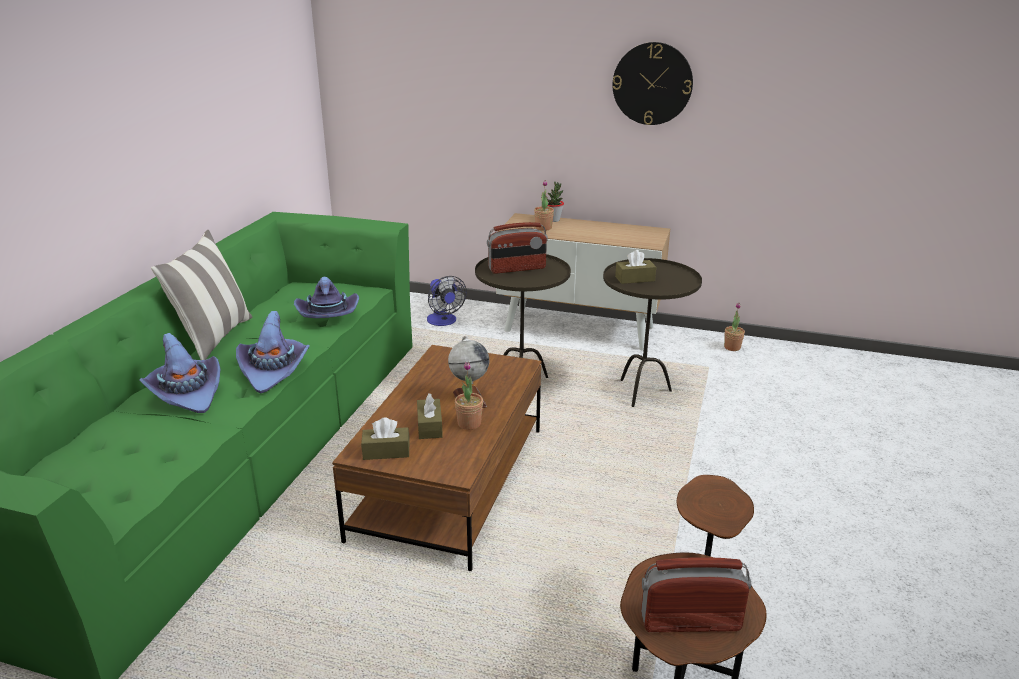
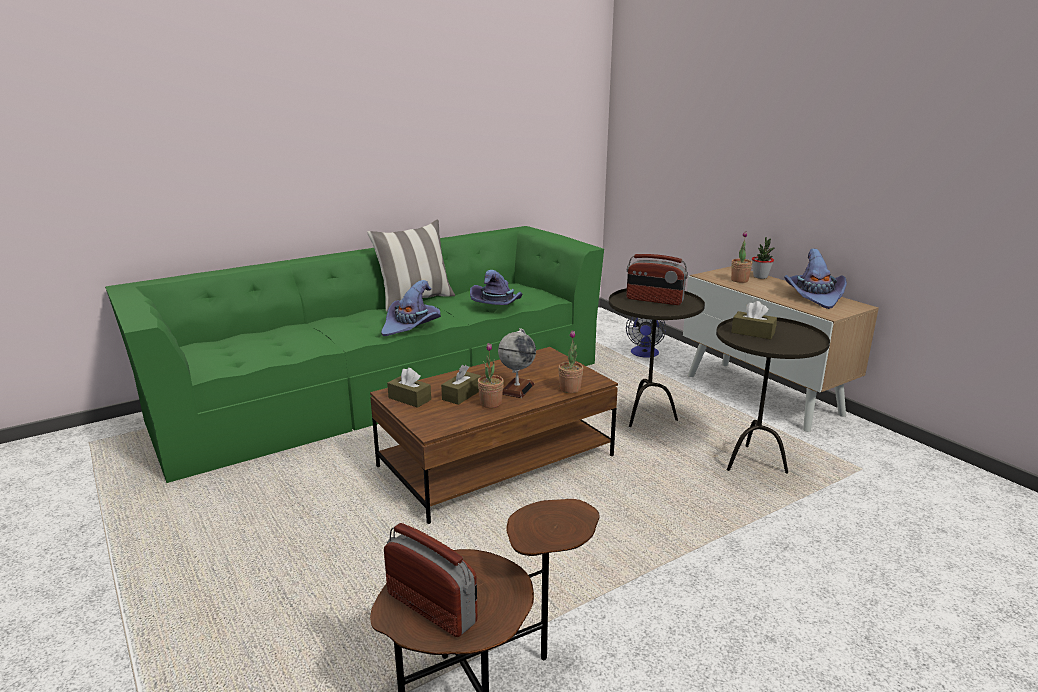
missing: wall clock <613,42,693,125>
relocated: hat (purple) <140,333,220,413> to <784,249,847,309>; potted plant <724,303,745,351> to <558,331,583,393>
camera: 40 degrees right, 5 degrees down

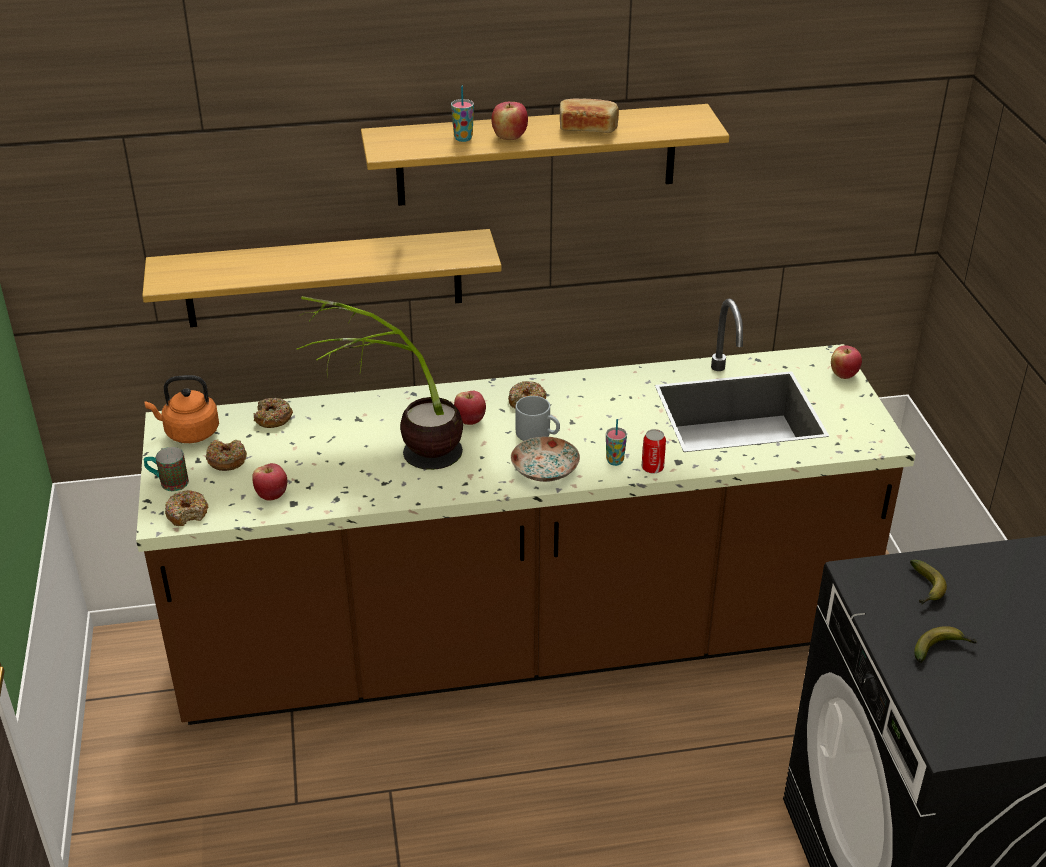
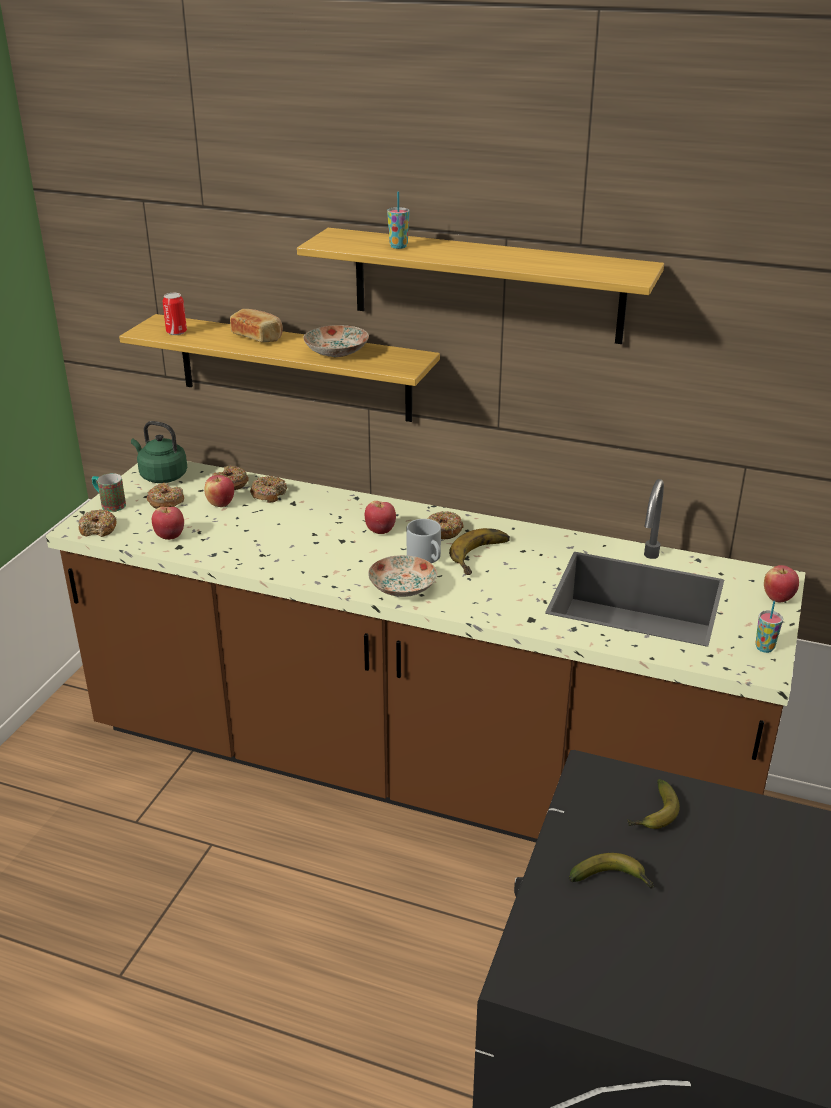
missing: potted plant <297,296,463,470>
appeared: donut <250,476,287,503>; plate <303,325,369,357>; banana <449,528,510,575>
relocated: apple <491,102,528,140> to <204,475,234,507>; bread <560,99,619,133> to <230,309,283,342>; cup <606,419,627,466> to <755,601,783,653>; can <642,429,666,474> to <163,293,187,335>
colour: kettle (orange) <145,375,219,443> to kettle (green) <131,421,187,483>
camera: 30 degrees right, 5 degrees down

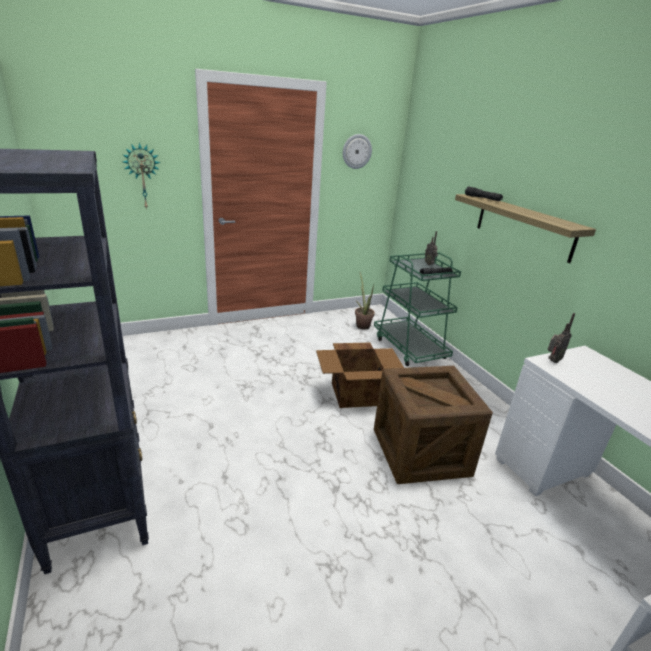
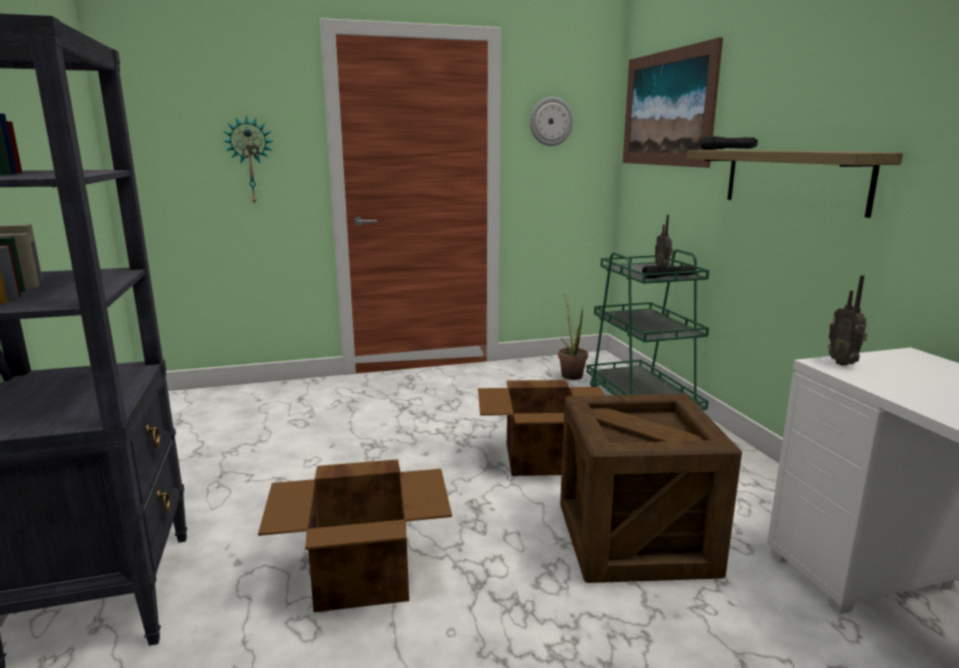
appeared: cardboard box <258,459,452,612>; picture <623,37,723,168>
spun: radio <548,313,575,363> = <828,275,867,366> 105 degrees clockwise
camera: 10 degrees right, 10 degrees down

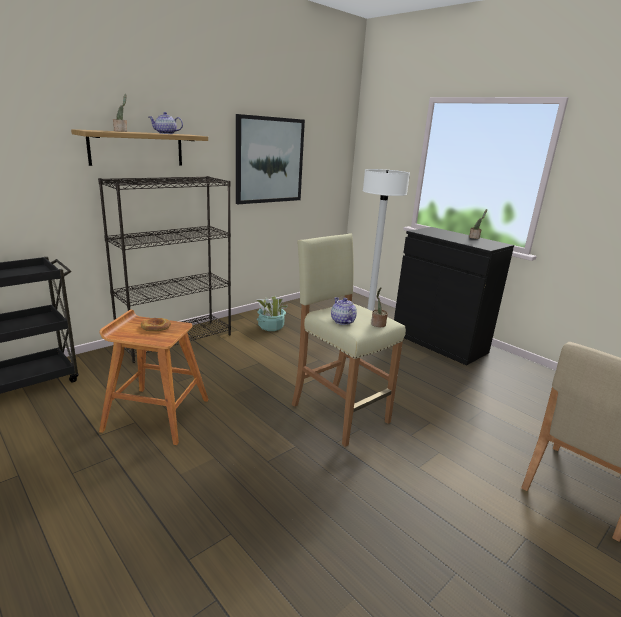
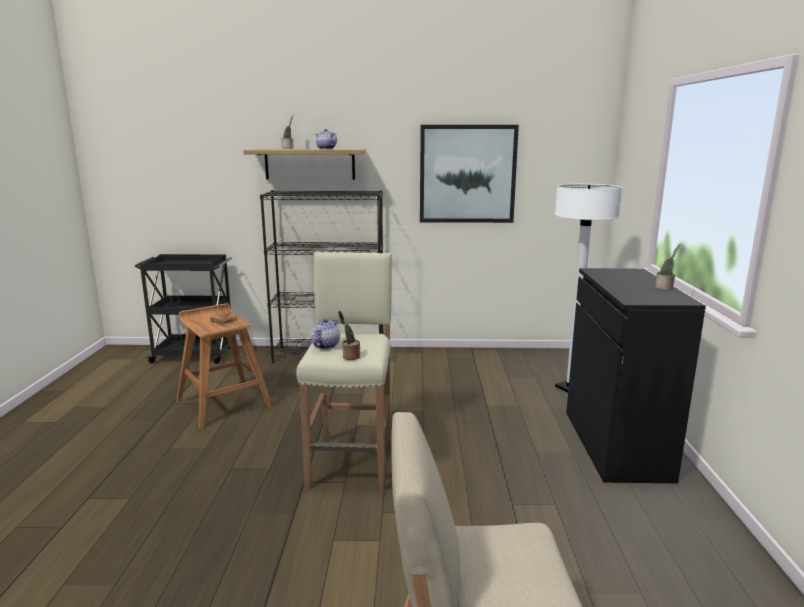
missing: potted plant <257,296,288,331>
camera: 45 degrees right, 5 degrees down

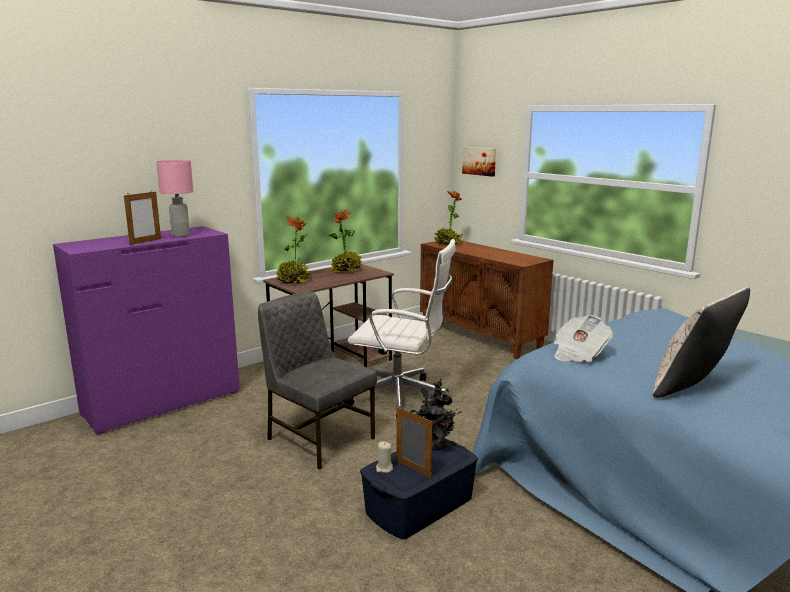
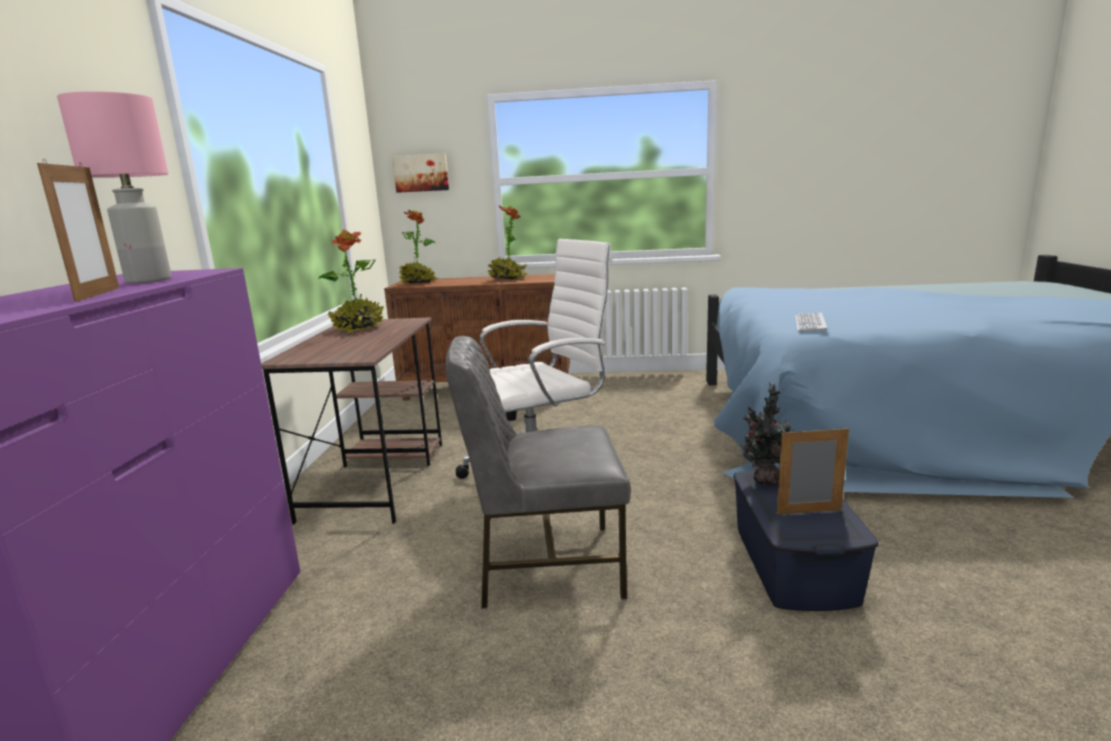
missing: candle (beige) <376,442,393,473>; pillow (beige) <653,287,750,398>
relocated: potted plant <275,216,310,284> to <487,206,527,279>
exchanged: newspaper <554,315,613,362> to keyboard <795,312,827,332>
camera: 45 degrees left, 0 degrees up

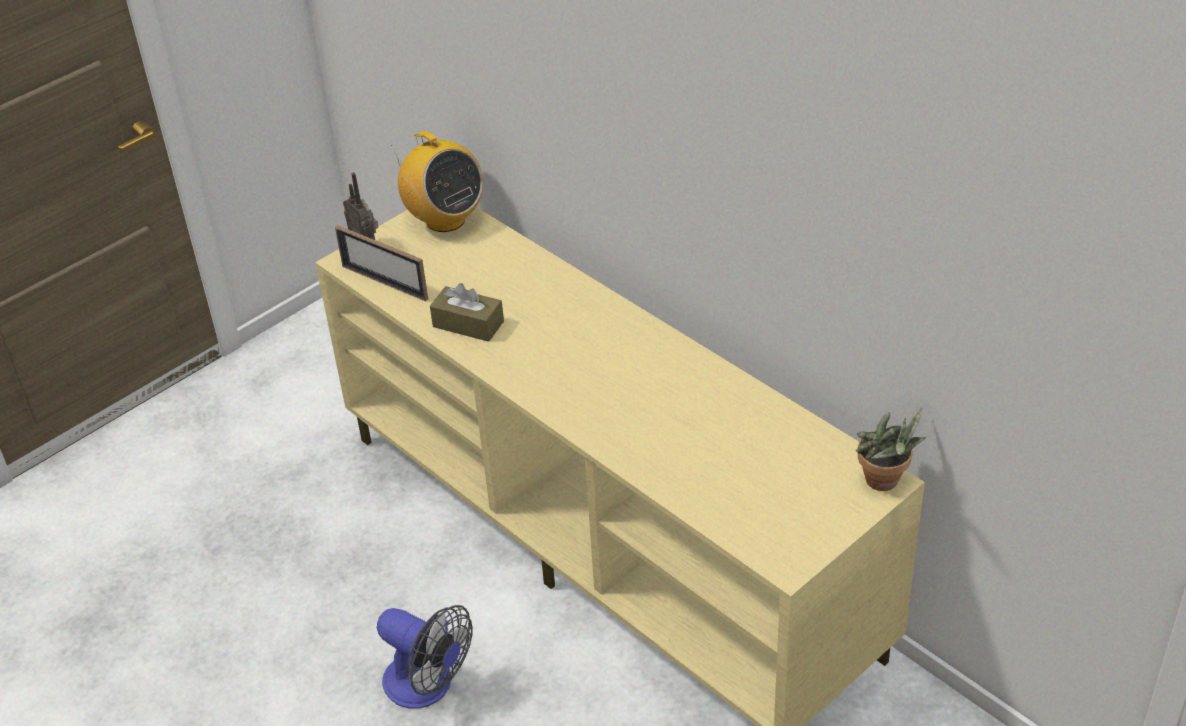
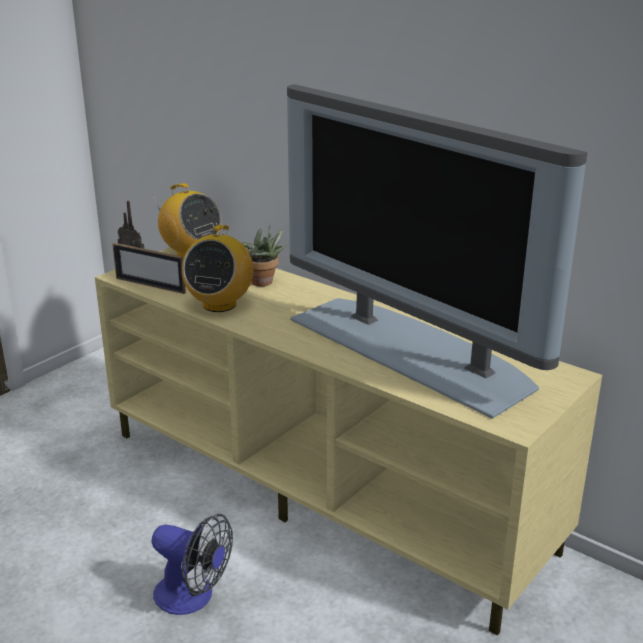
appeared: television <287,84,587,419>
relocated: potted plant <856,408,926,491> to <242,225,286,286>
exchanged: tissue box (brown) <430,283,504,342> to radio <182,225,253,312>
camera: 10 degrees left, 15 degrees down

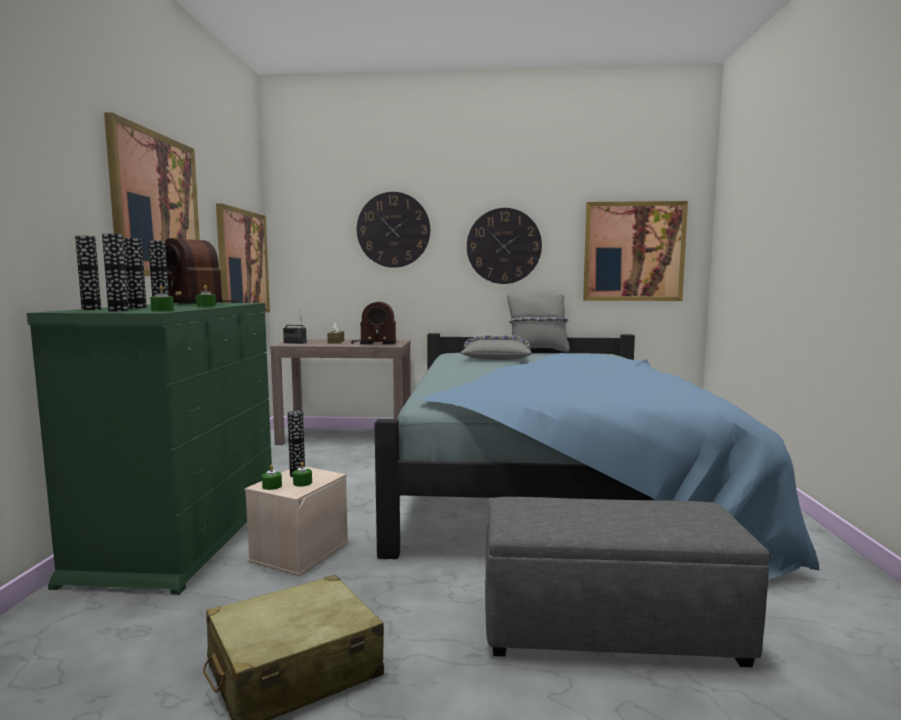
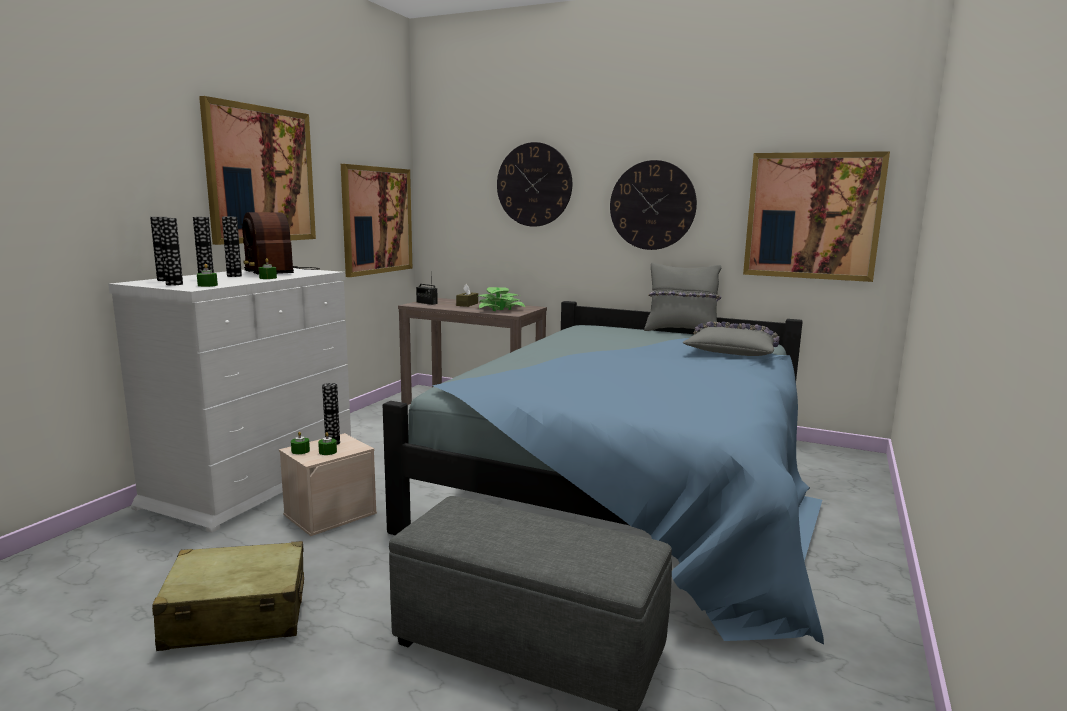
relocated: pillow (grey) <460,335,532,360> to <683,322,780,356>
exchanged: radio <351,302,396,344> to potted plant <479,287,525,311>
colour: dresser (green) <27,303,272,595> to dresser (white) <108,268,351,533>
camera: 20 degrees right, 5 degrees up

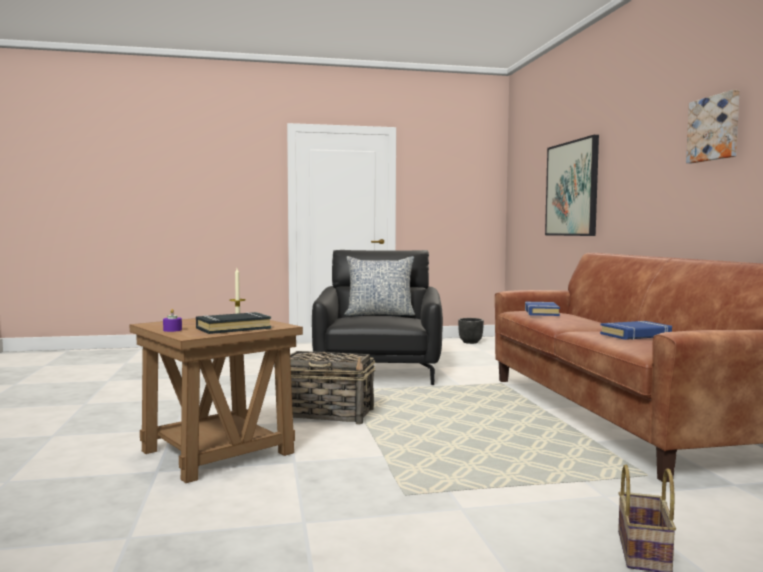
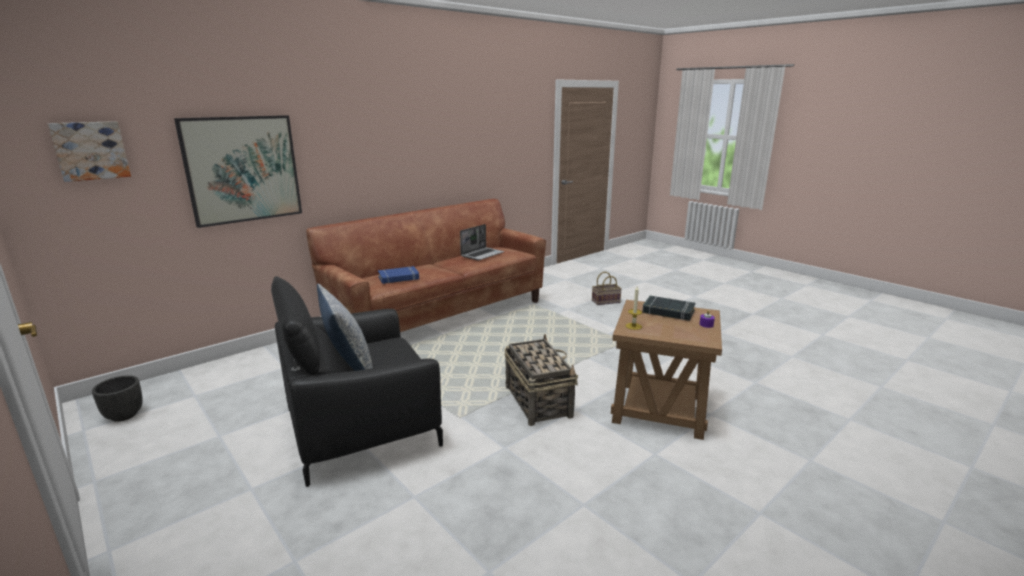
relocated: picture <686,90,740,163> to <48,121,131,182>
exchanged: book (blue) <600,321,672,340> to laptop <460,224,504,261>
camera: 120 degrees left, 15 degrees up

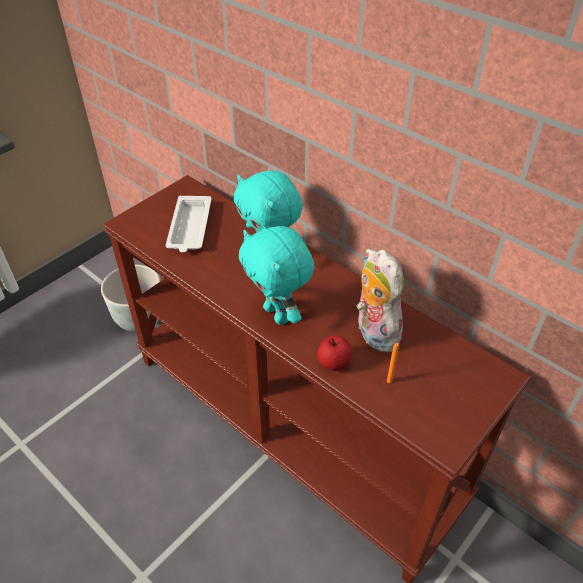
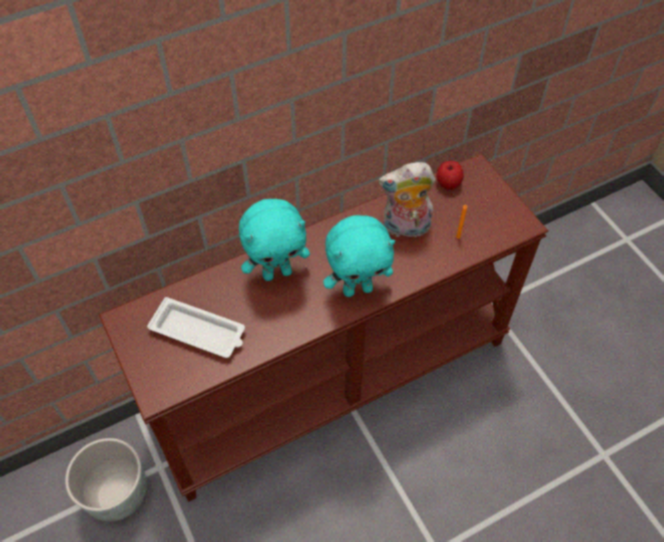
relocated: apple <318,335,352,371> to <436,161,464,190>
camera: 70 degrees left, 10 degrees up

